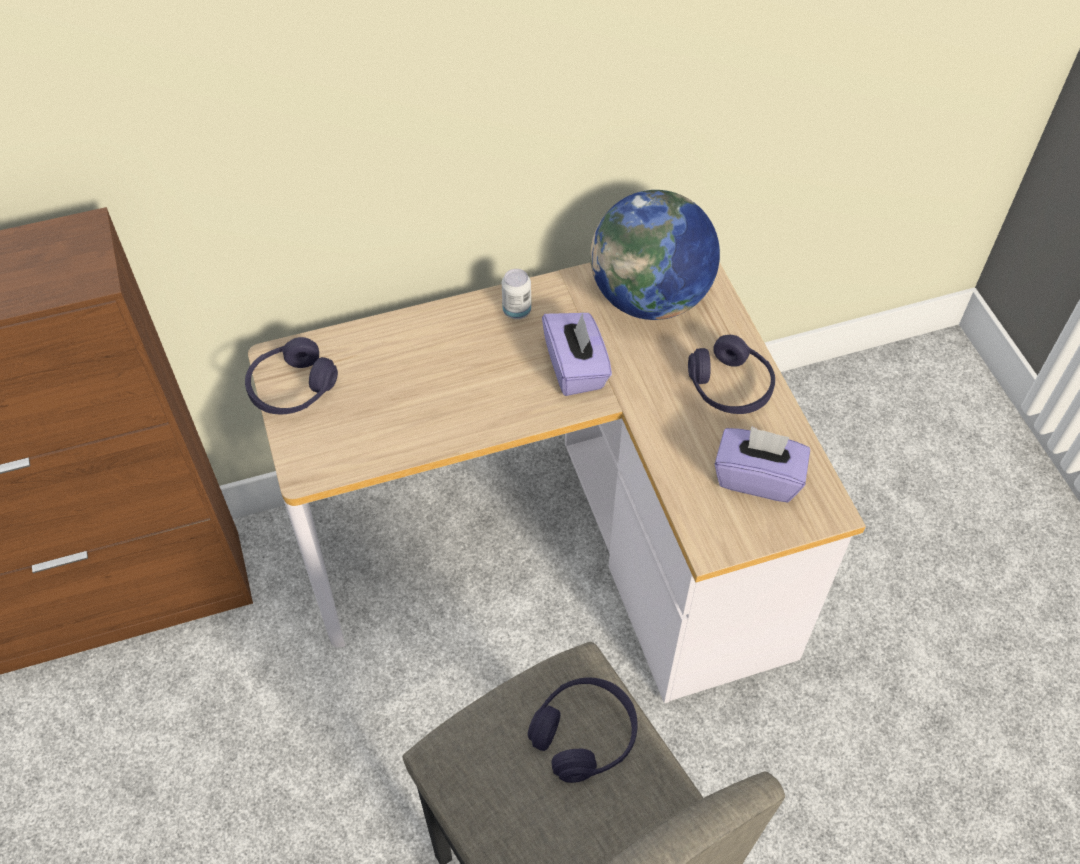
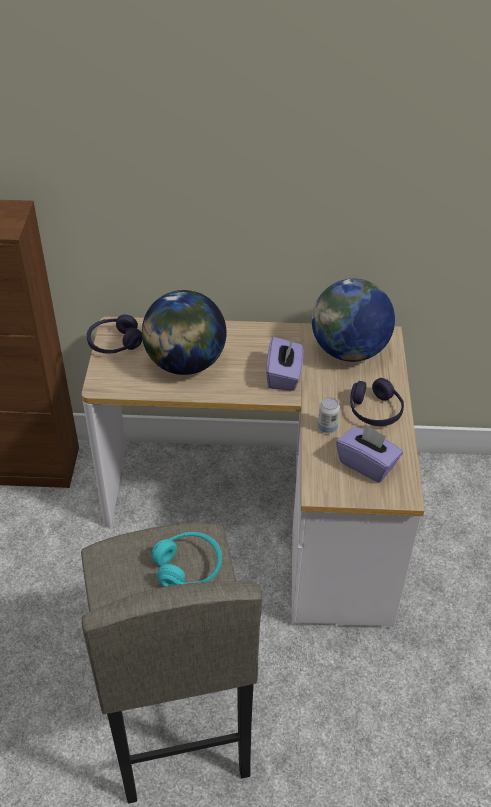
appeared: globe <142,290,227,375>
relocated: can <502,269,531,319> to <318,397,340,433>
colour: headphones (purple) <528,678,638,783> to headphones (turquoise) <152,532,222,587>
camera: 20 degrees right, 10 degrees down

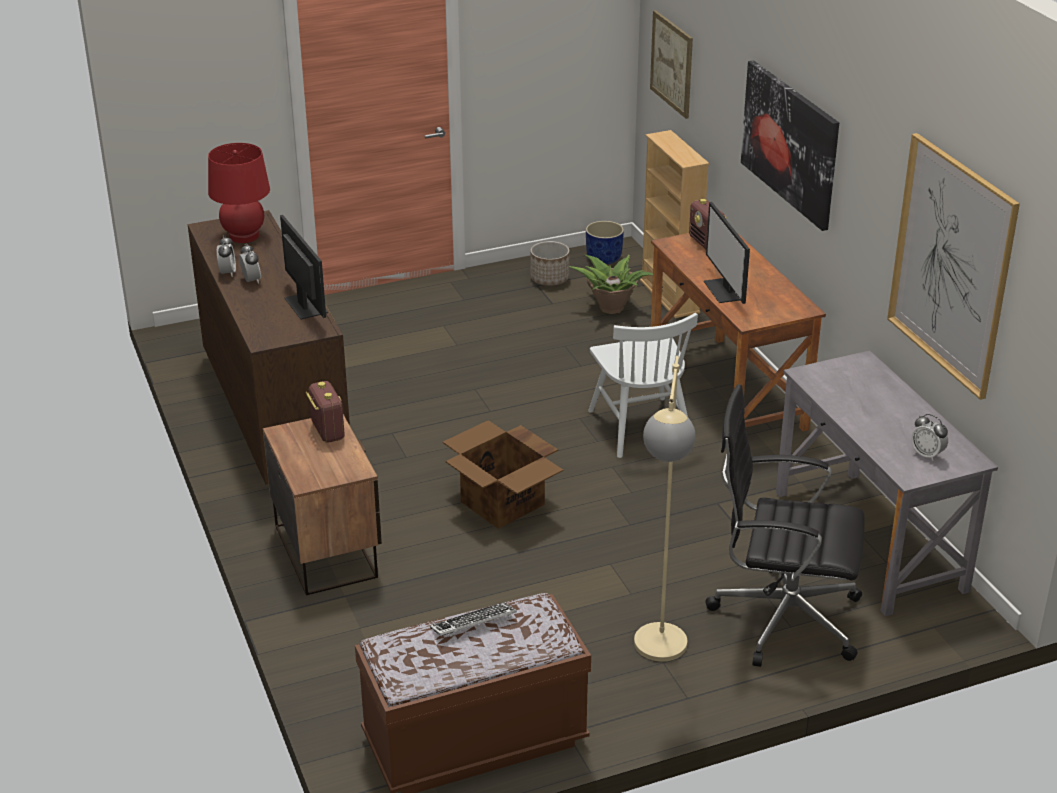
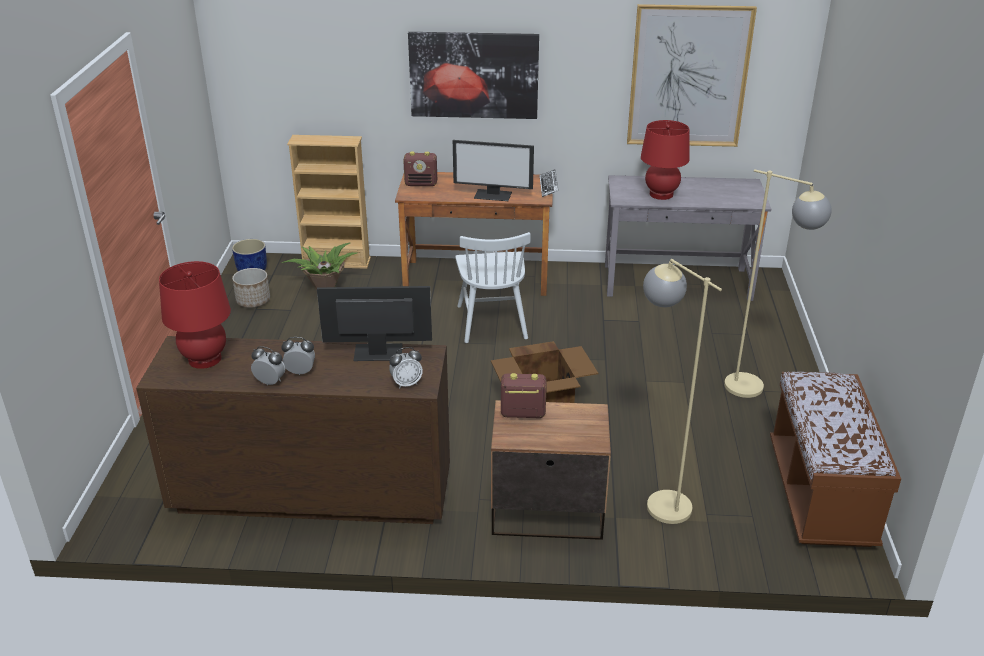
missing: picture <650,10,693,119>; office chair (black) <705,384,865,667>
appeared: table lamp (red) <641,120,690,200>; floor lamp (beige) <643,259,722,524>
relocated: keyboard <430,602,517,637> to <540,170,559,197>; alarm clock <911,414,948,461> to <389,347,423,389>
spun: chair (white) <588,313,698,458> = <455,232,531,343> 75 degrees clockwise
camera: 65 degrees left, 0 degrees up

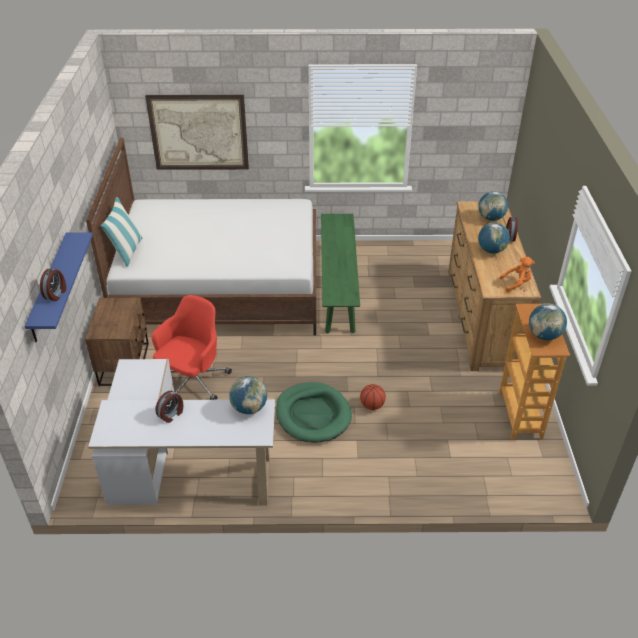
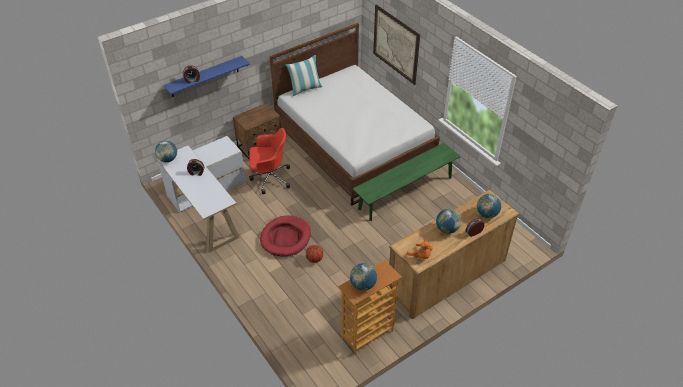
relocated: globe <229,376,267,414> to <155,141,177,162>
colour: dog bed (green) <276,382,352,443> to dog bed (red) <260,215,311,256>
camera: 55 degrees right, 5 degrees up

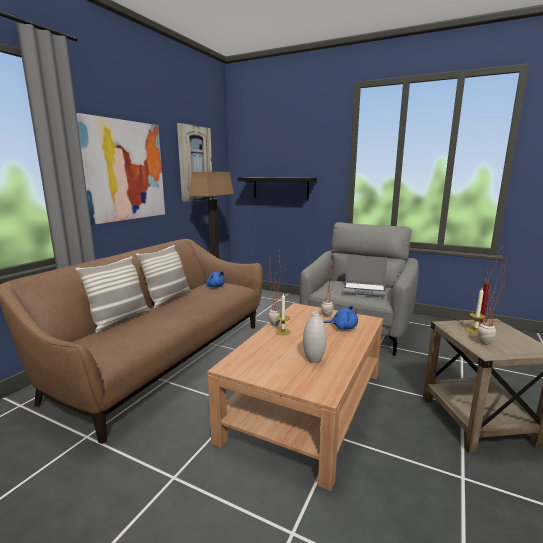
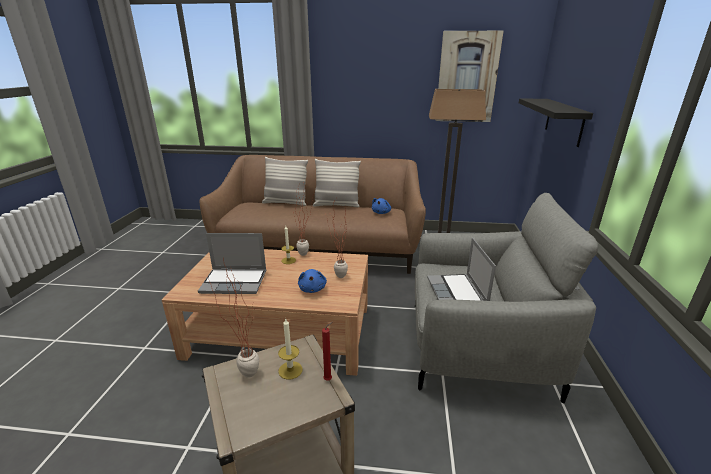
missing: picture <76,113,165,225>
exchanged: vase (white) <303,312,327,363> to laptop <198,233,266,294>
camera: 70 degrees right, 10 degrees up

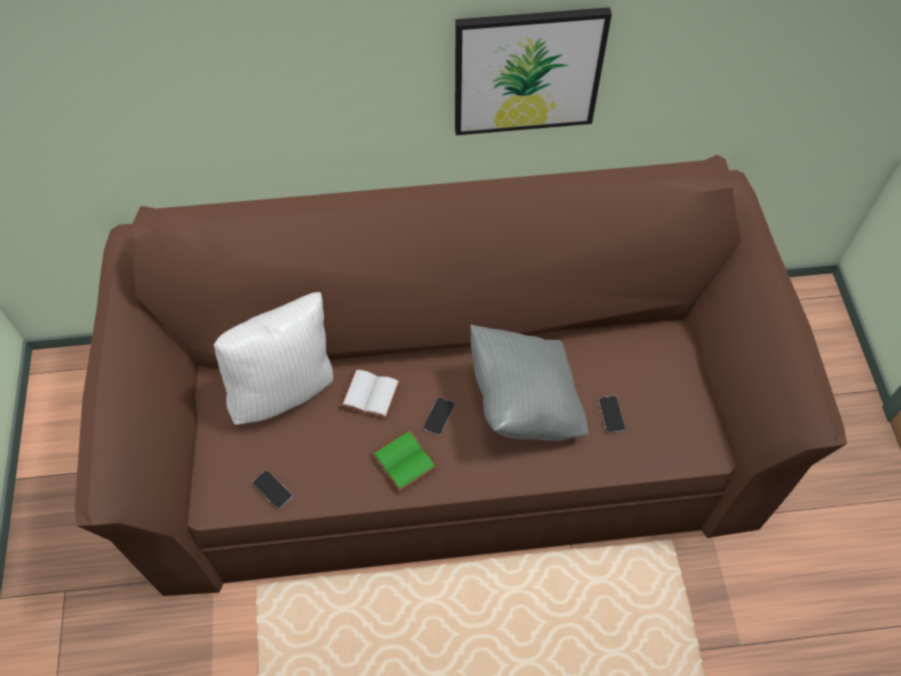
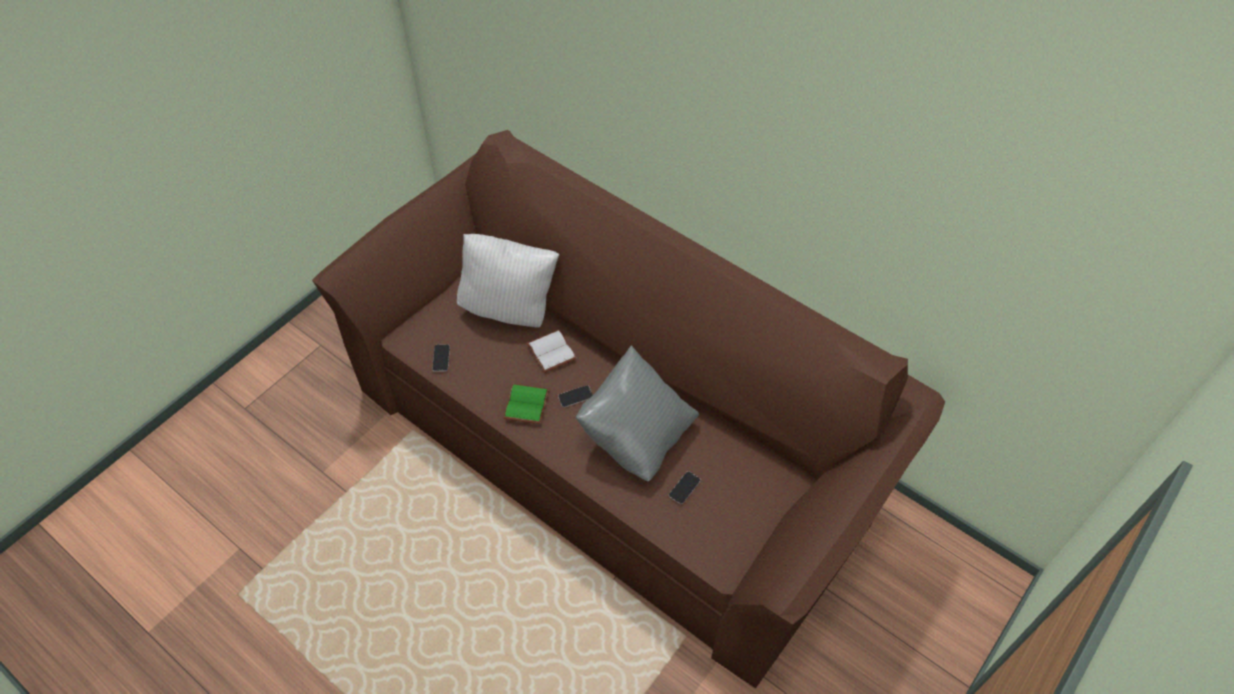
missing: picture <455,7,612,135>
camera: 45 degrees right, 5 degrees down

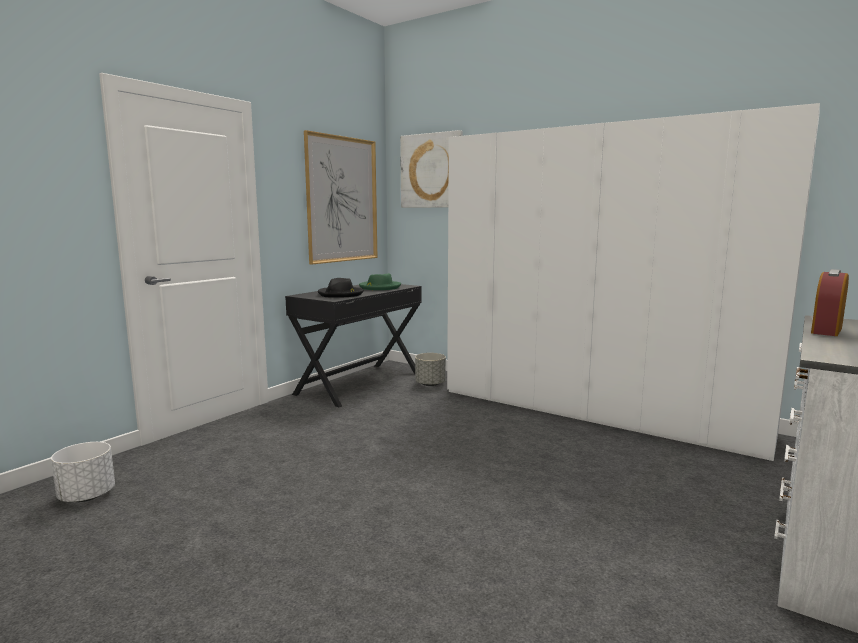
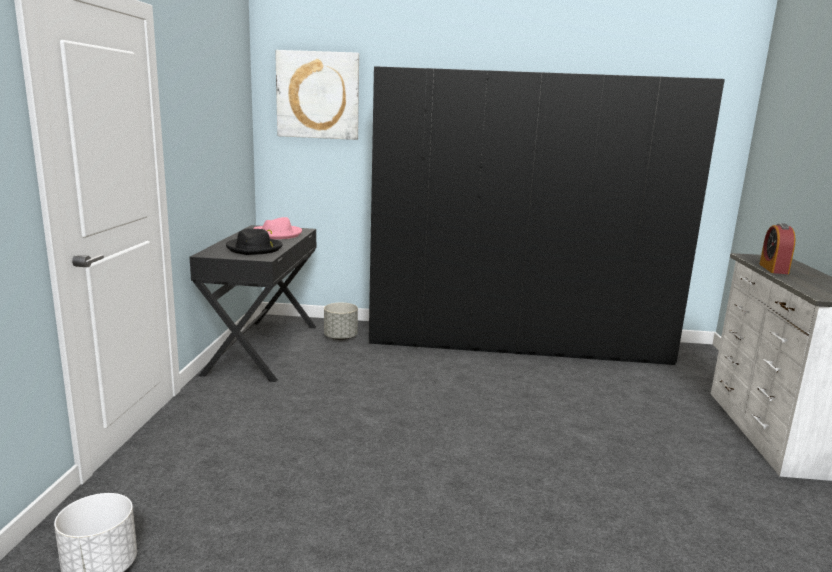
missing: picture <304,130,378,264>
colour: hat (green) <359,273,401,290> to hat (pink) <253,217,302,239>; wardrobe (white) <447,103,820,461> to wardrobe (black) <369,66,725,365>
camera: 30 degrees left, 5 degrees up

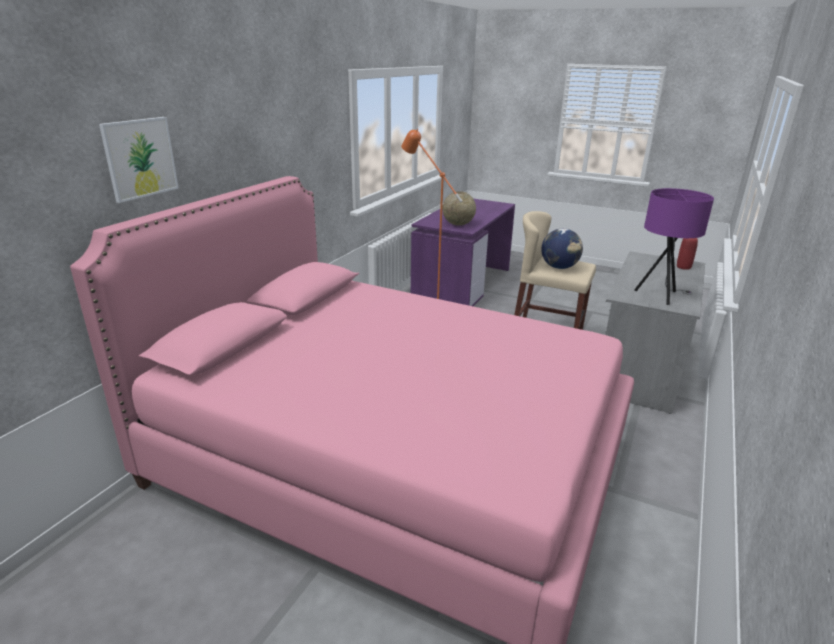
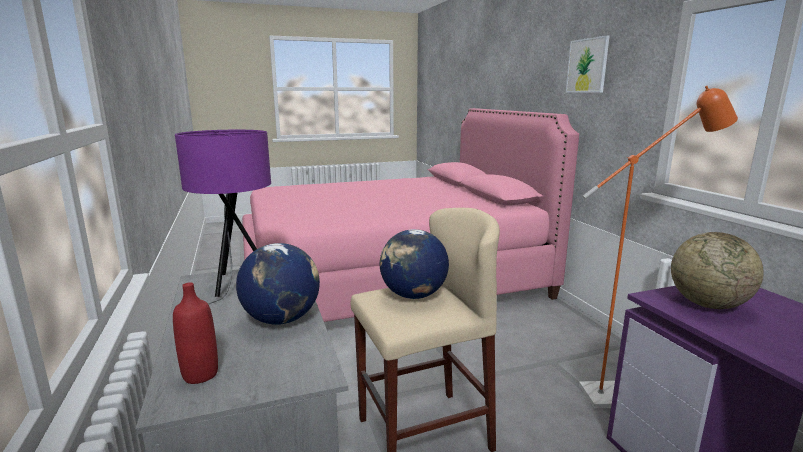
appeared: globe <236,243,320,325>
relocated: picture <99,117,179,203> to <566,35,609,93>
camera: 135 degrees right, 10 degrees down

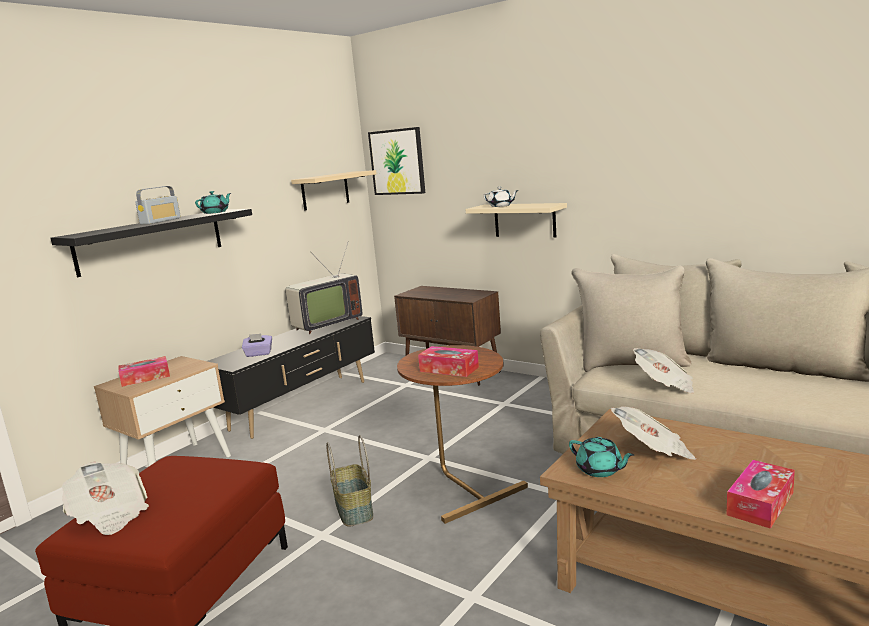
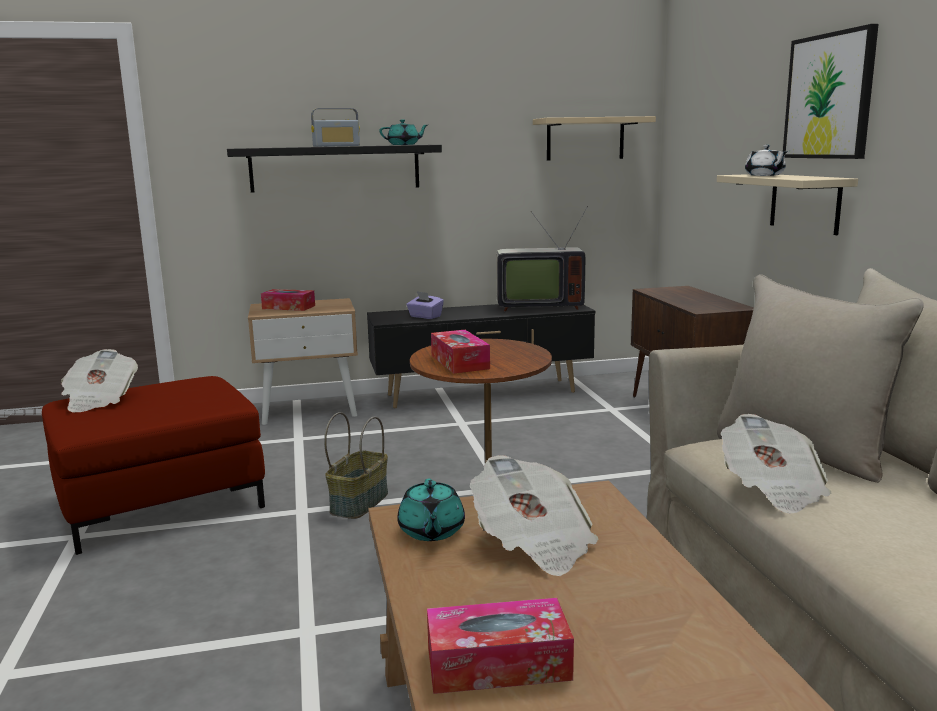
relocated: picture <368,127,425,195> to <783,24,879,159>
camera: 40 degrees right, 0 degrees up

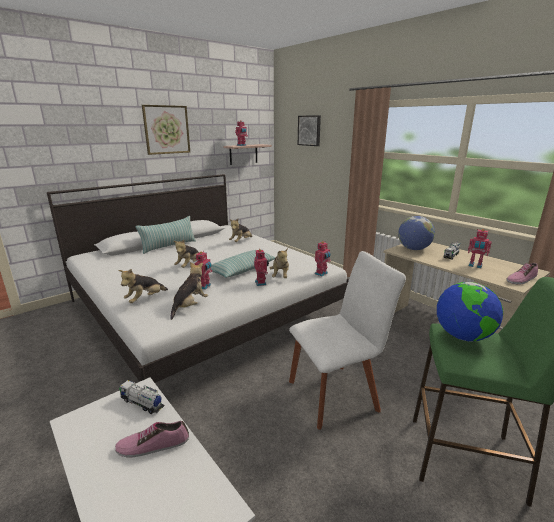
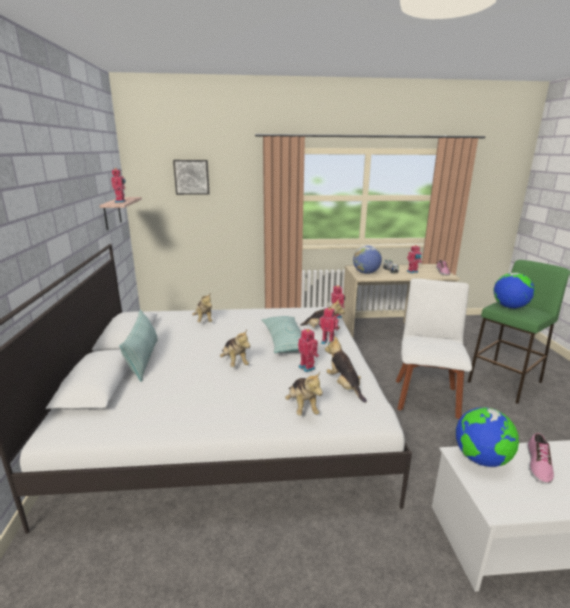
missing: picture <142,105,190,155>
exchanged: toy truck <119,380,165,414> to globe <456,407,519,467>
camera: 55 degrees left, 0 degrees up

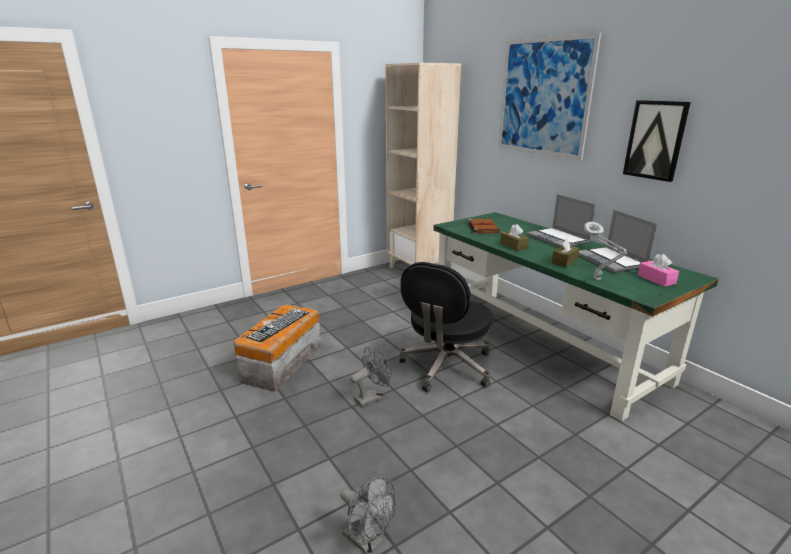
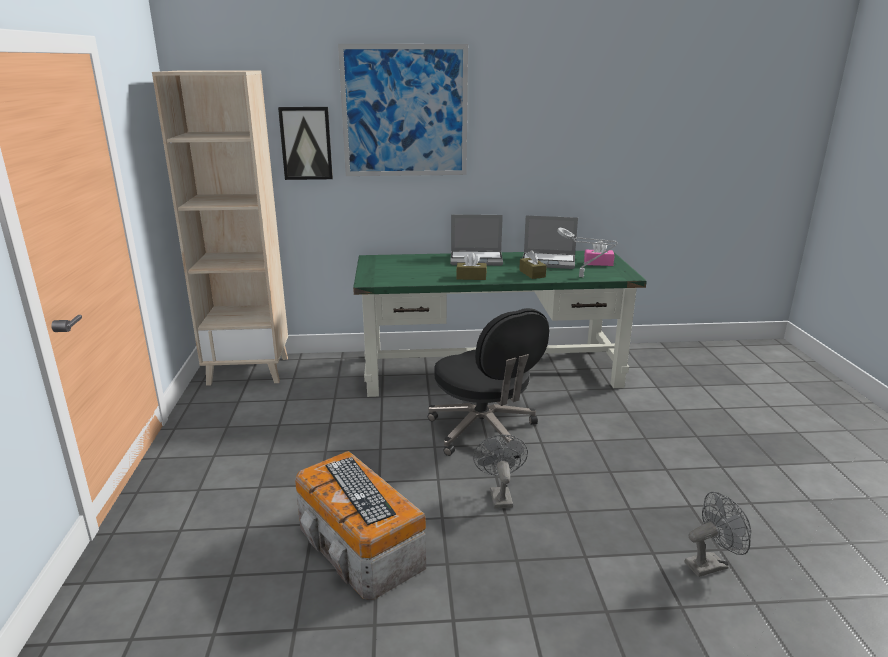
missing: book (brown) <468,219,500,234>
relocated: picture <623,100,691,182> to <278,107,333,180>
camera: 60 degrees left, 0 degrees up

